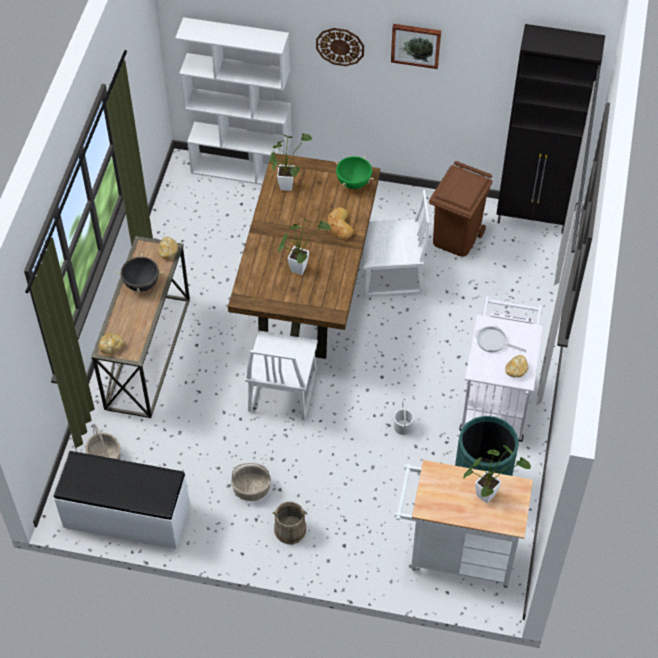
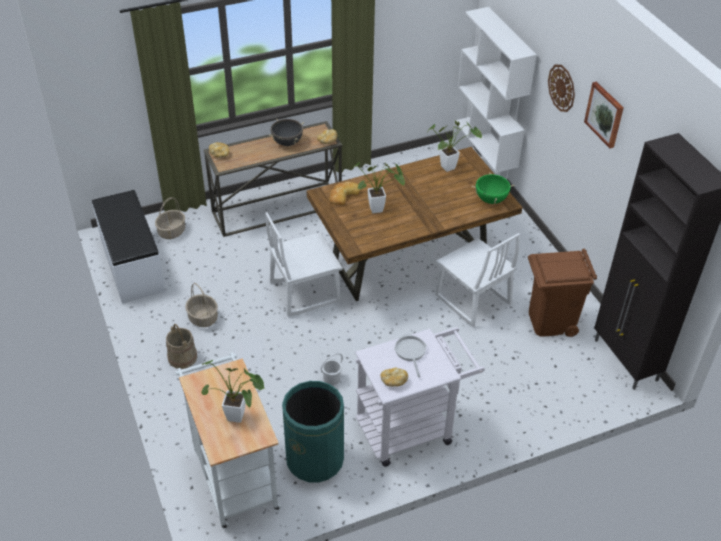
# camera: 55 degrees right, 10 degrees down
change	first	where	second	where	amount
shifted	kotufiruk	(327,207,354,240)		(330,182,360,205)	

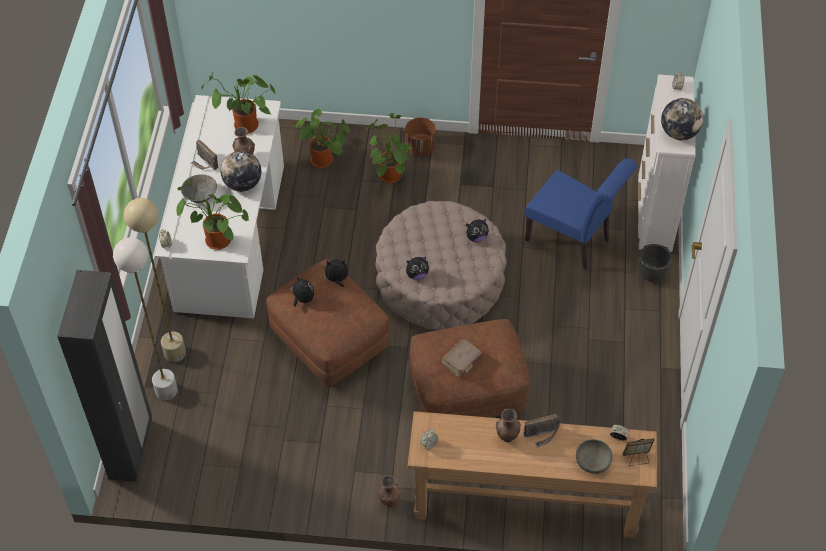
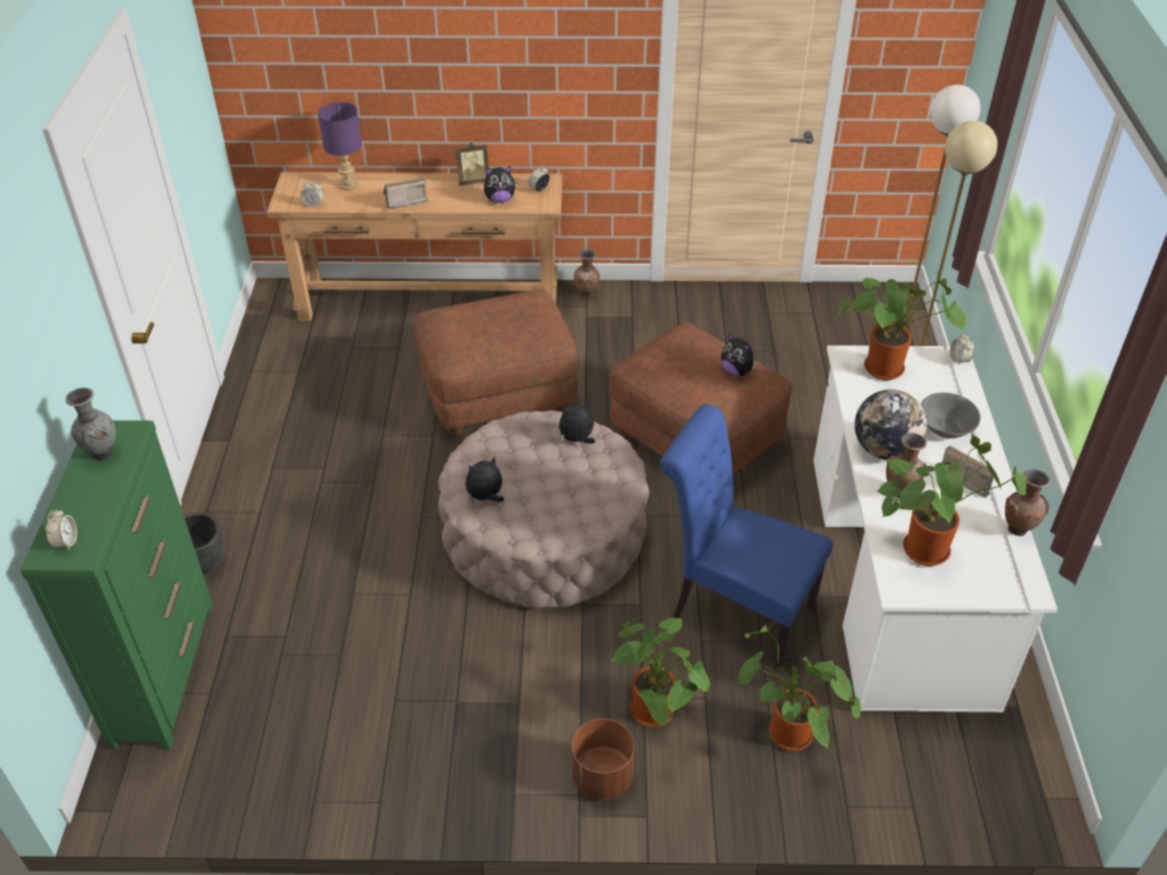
# camera: 175 degrees right, 10 degrees down
change	first	where	second	where	amount
repainted	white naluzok	(638,75,696,252)	green naluzok	(21,420,213,750)	
swapped	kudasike	(661,98,703,140)	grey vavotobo	(65,388,116,460)	
swapped	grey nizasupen	(576,439,612,474)	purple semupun	(318,102,362,190)	
shifted	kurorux	(623,438,655,466)		(455,143,489,186)	
shifted	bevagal	(323,259,348,287)		(484,166,516,203)	
shifted	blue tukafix	(525,158,637,270)		(660,404,833,668)	
shifted	brown vavotobo	(496,409,521,442)		(1005,469,1050,536)	
gone	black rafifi	(57,270,152,482)			
gone	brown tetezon	(442,339,483,377)			

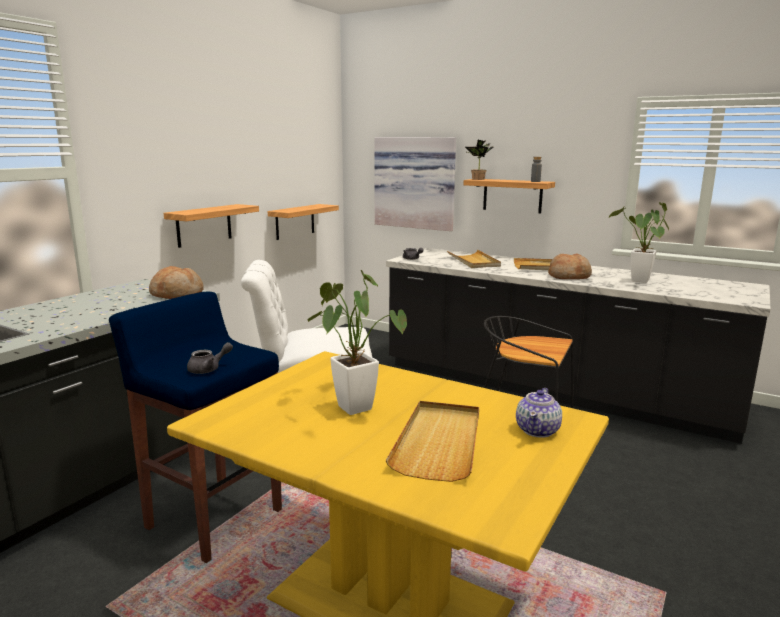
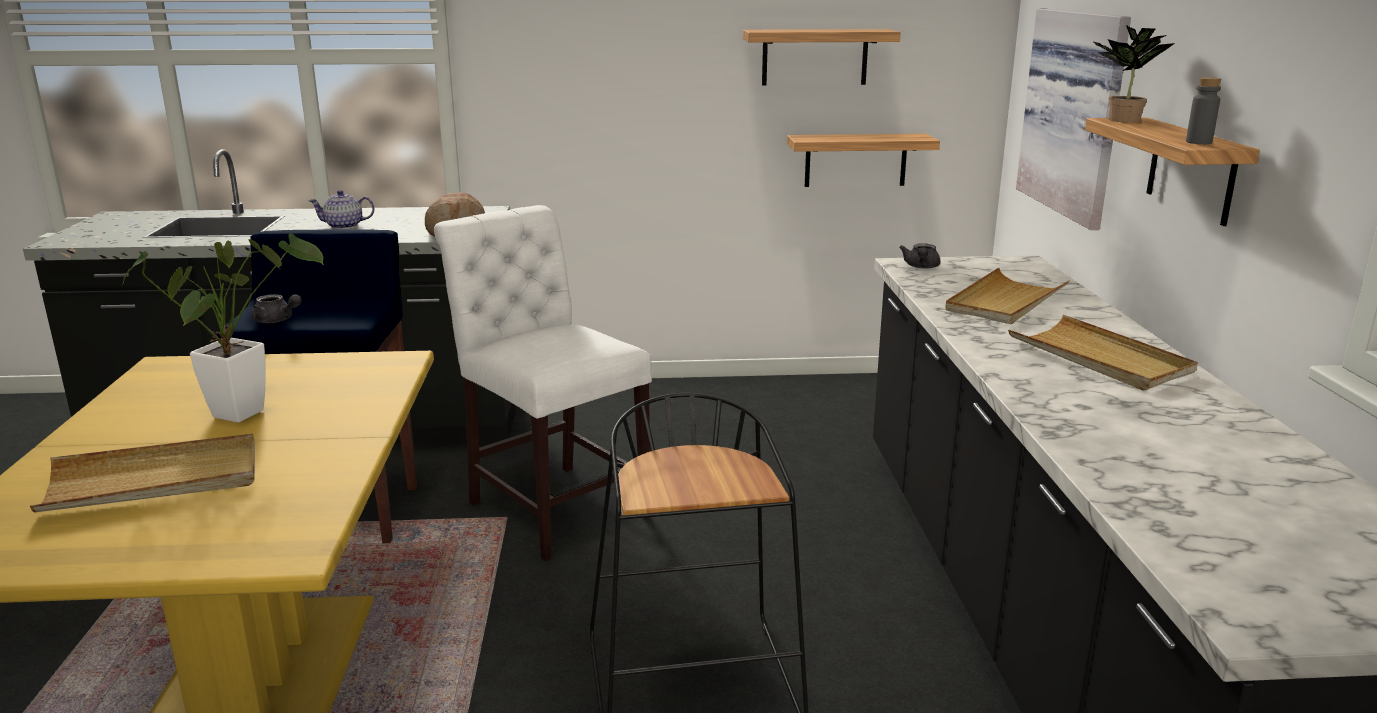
# camera: 55 degrees right, 5 degrees up
change	first	where	second	where	amount
shifted	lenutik	(516,388,562,438)		(309,190,375,229)	
shifted	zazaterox	(164,204,259,248)		(743,29,901,86)	
gone	kotufiruk	(548,254,592,279)			
gone	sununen	(608,202,669,283)			

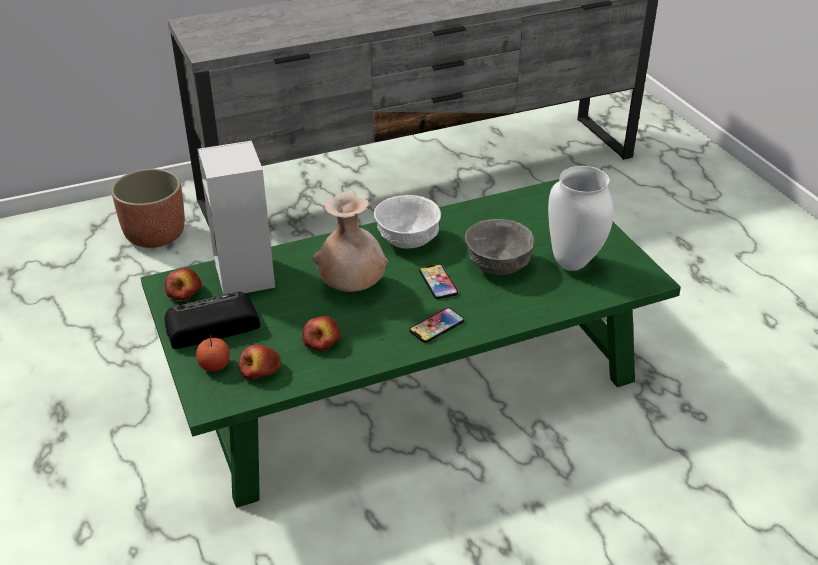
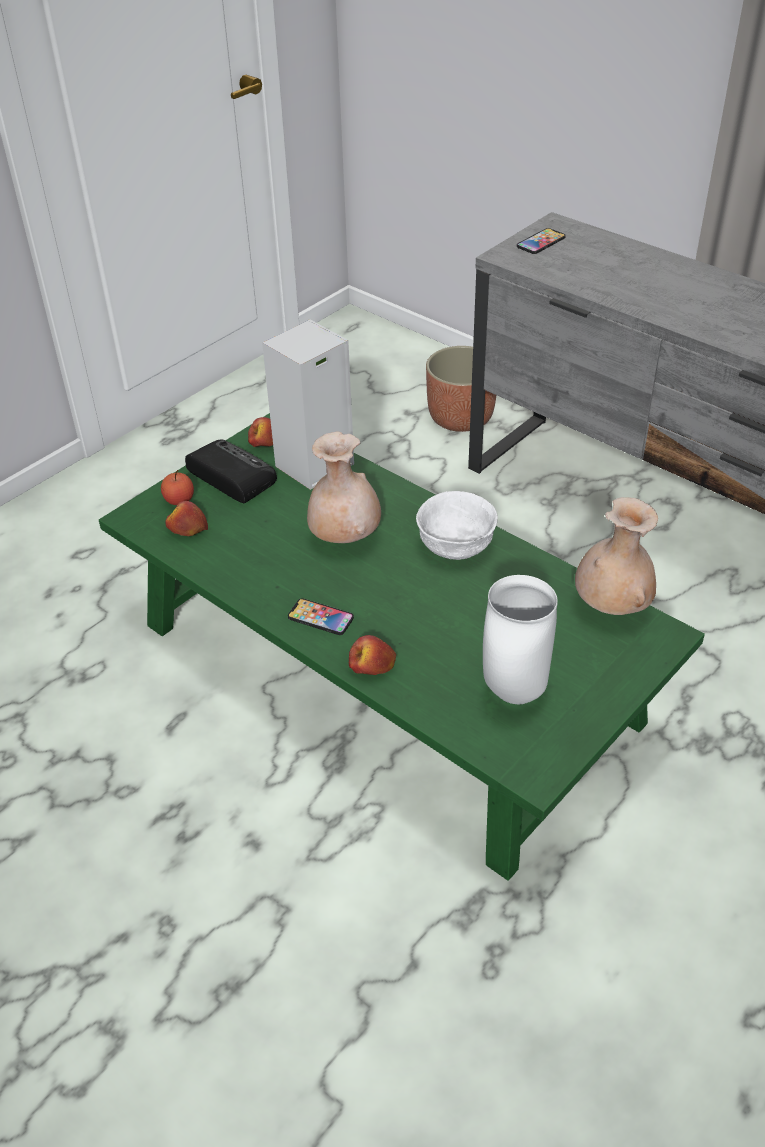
# camera: 65 degrees right, 5 degrees up
change	first	where	second	where	amount
shifted	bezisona	(302,316,341,351)		(349,635,396,675)	
shifted	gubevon	(419,264,458,299)		(517,228,566,254)	
new			beige vavotobo	(575,497,658,615)	
gone	grey nizasupen	(465,219,535,275)			

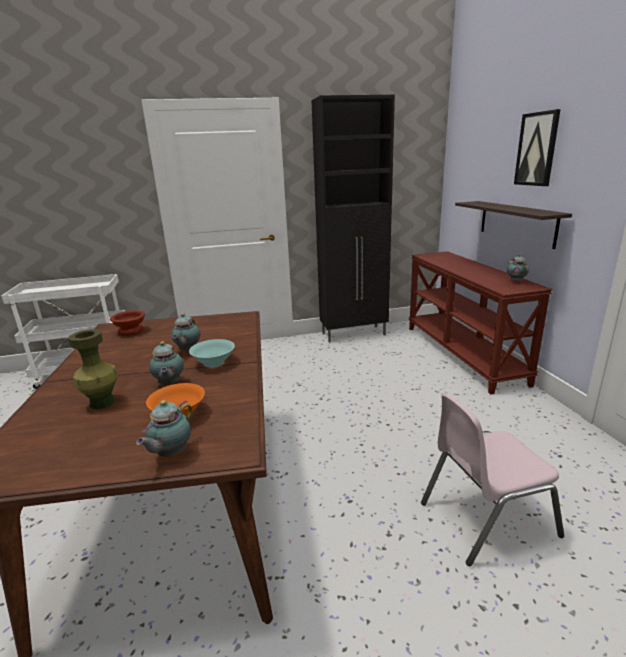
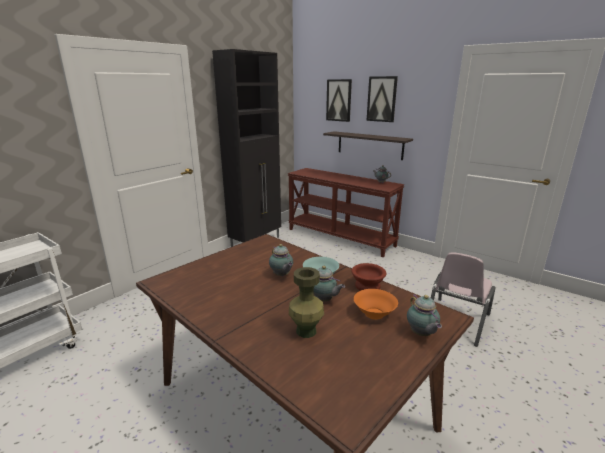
# camera: 40 degrees left, 0 degrees up
change	first	where	second	where	amount
new			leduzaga	(326,79,352,122)	
shifted	brown nizasupen	(110,310,145,336)		(352,263,386,291)	

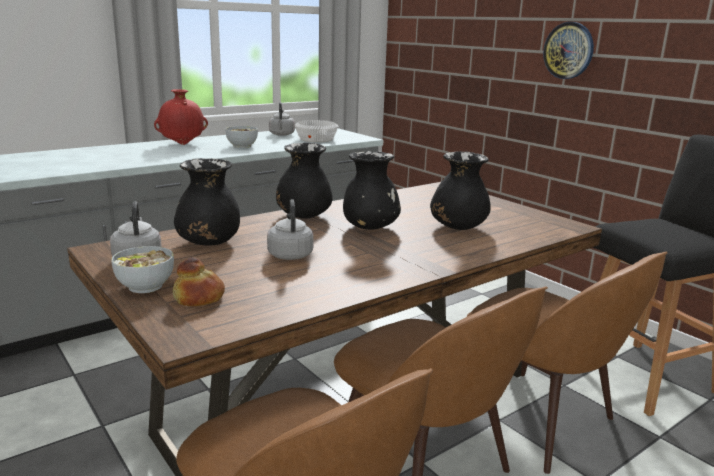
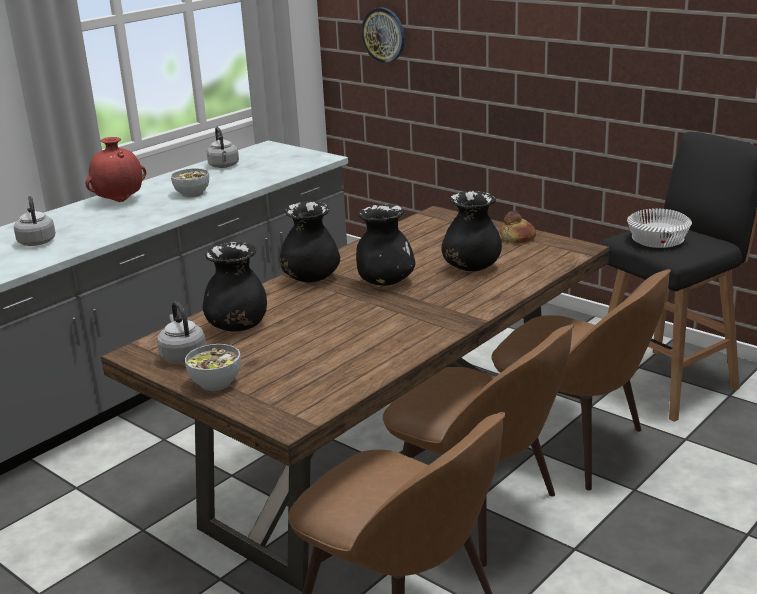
# camera: 10 degrees left, 5 degrees up
change	first	where	second	where	amount
shifted	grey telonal	(267,199,313,260)		(14,196,56,246)	
shifted	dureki	(543,22,594,79)		(361,7,405,63)	
shifted	kotufiruk	(173,257,225,306)		(500,211,536,243)	
shifted	white nizasupen	(295,120,338,142)		(627,208,692,248)	

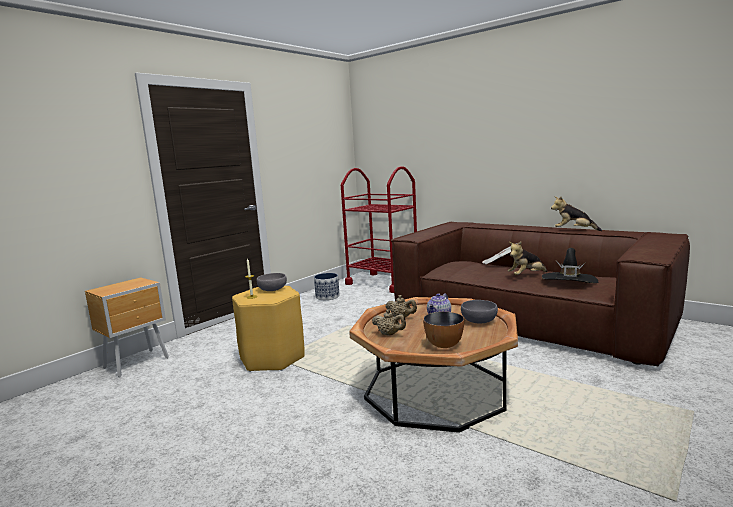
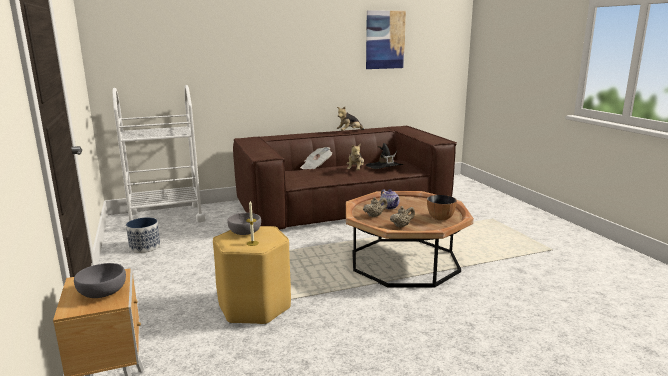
# camera: 60 degrees left, 5 degrees up
change	first	where	second	where	amount
shifted	grey nizasupen	(461,300,498,323)		(74,263,126,298)	
repainted	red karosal	(341,166,417,293)	white karosal	(113,85,205,222)	
new			leduzaga	(366,10,406,69)	

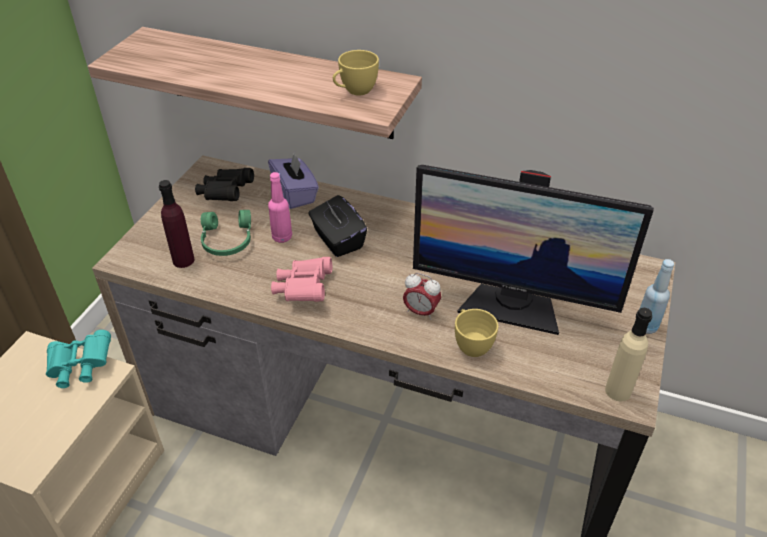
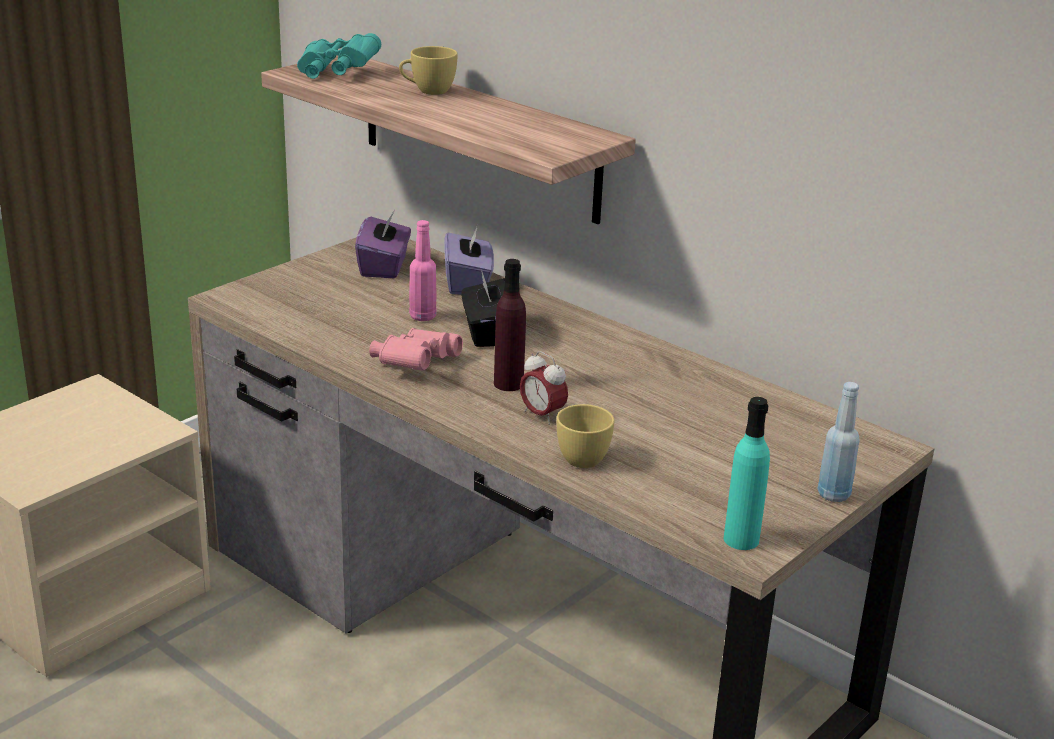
# camera: 20 degrees right, 15 degrees down
change	first	where	second	where	amount
shifted	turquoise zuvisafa	(46,330,111,388)		(297,33,381,79)	
swapped	black zuvisafa	(195,168,254,201)	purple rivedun	(355,210,411,278)	
shifted	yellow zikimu	(333,50,379,95)		(399,46,458,95)	
shifted	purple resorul	(159,180,195,268)		(494,259,526,391)	
repainted	beige resorul	(605,308,652,401)	turquoise resorul	(723,397,770,550)	
gone	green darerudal	(201,210,251,256)			
gone	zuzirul	(413,165,654,335)			

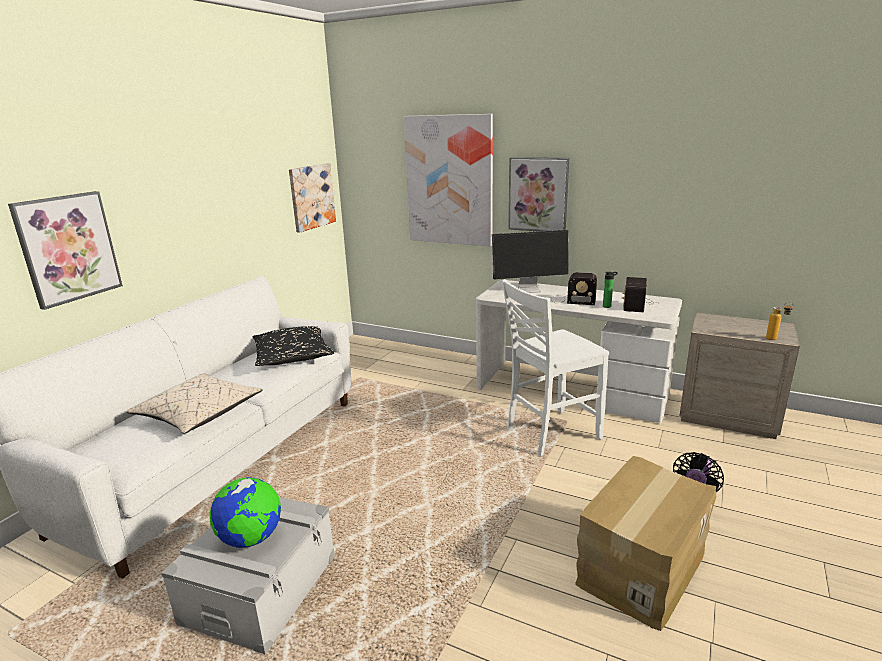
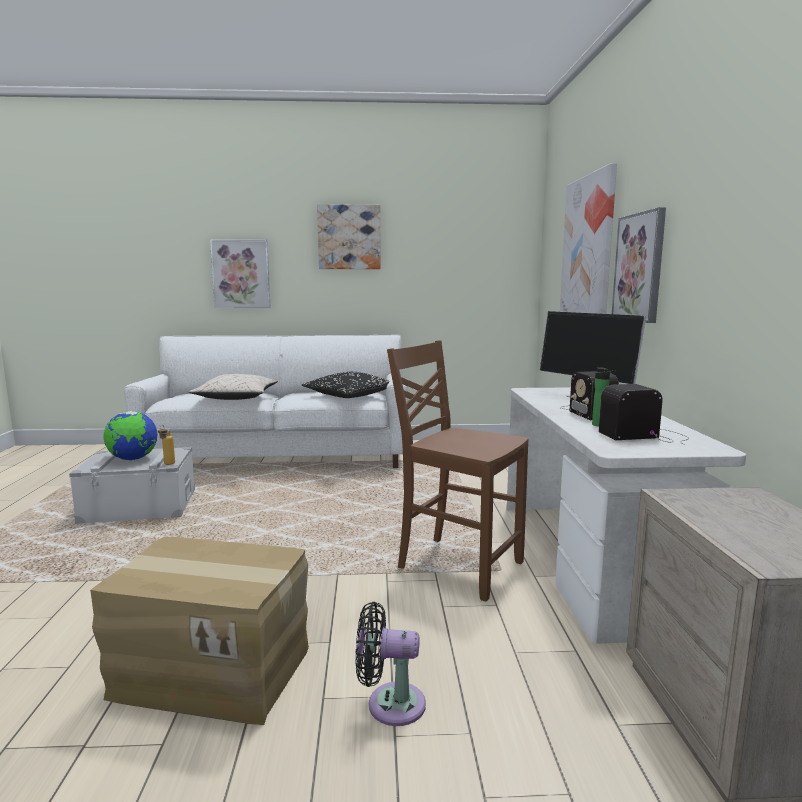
# camera: 60 degrees right, 10 degrees down
change	first	where	second	where	amount
shifted	resorul	(766,302,794,340)		(158,425,175,465)	
shifted	leduzaga	(289,163,336,233)		(317,204,381,269)	
repainted	white tukafix	(502,279,609,456)	brown tukafix	(387,340,529,601)	

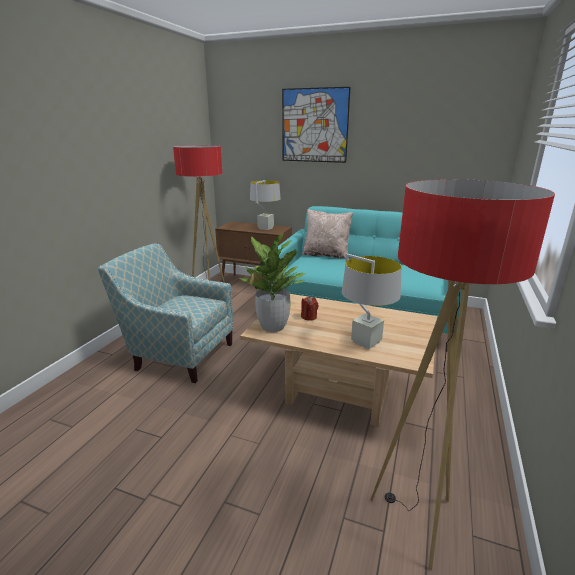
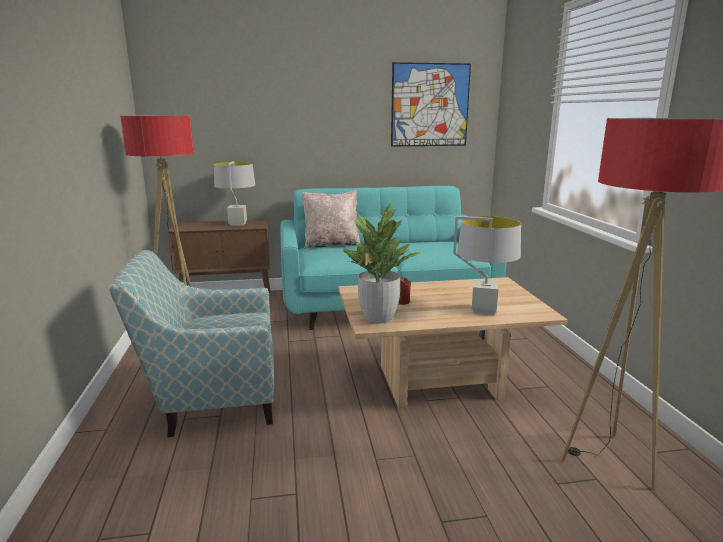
# camera: 30 degrees left, 5 degrees down
change	first	where	second	where	amount
shifted	leduzaga	(282,87,350,163)		(391,62,471,146)	

